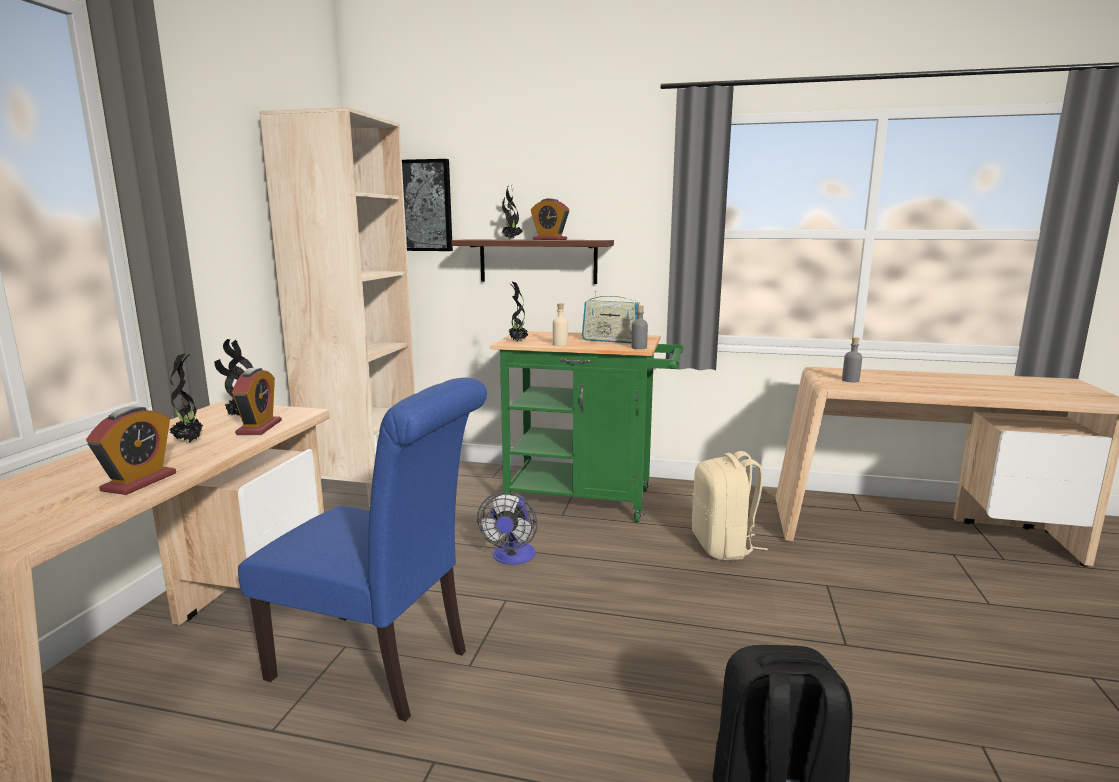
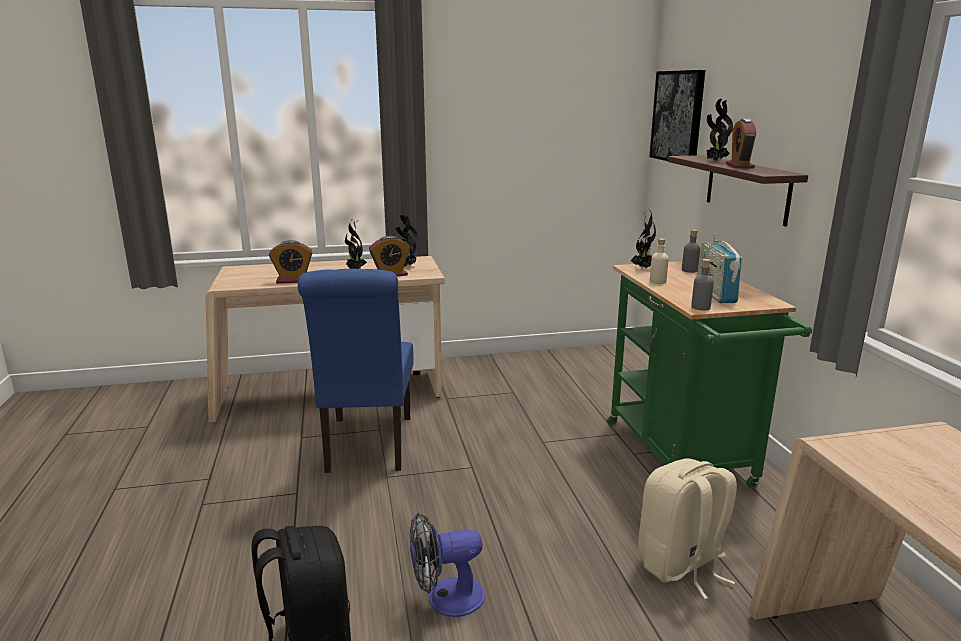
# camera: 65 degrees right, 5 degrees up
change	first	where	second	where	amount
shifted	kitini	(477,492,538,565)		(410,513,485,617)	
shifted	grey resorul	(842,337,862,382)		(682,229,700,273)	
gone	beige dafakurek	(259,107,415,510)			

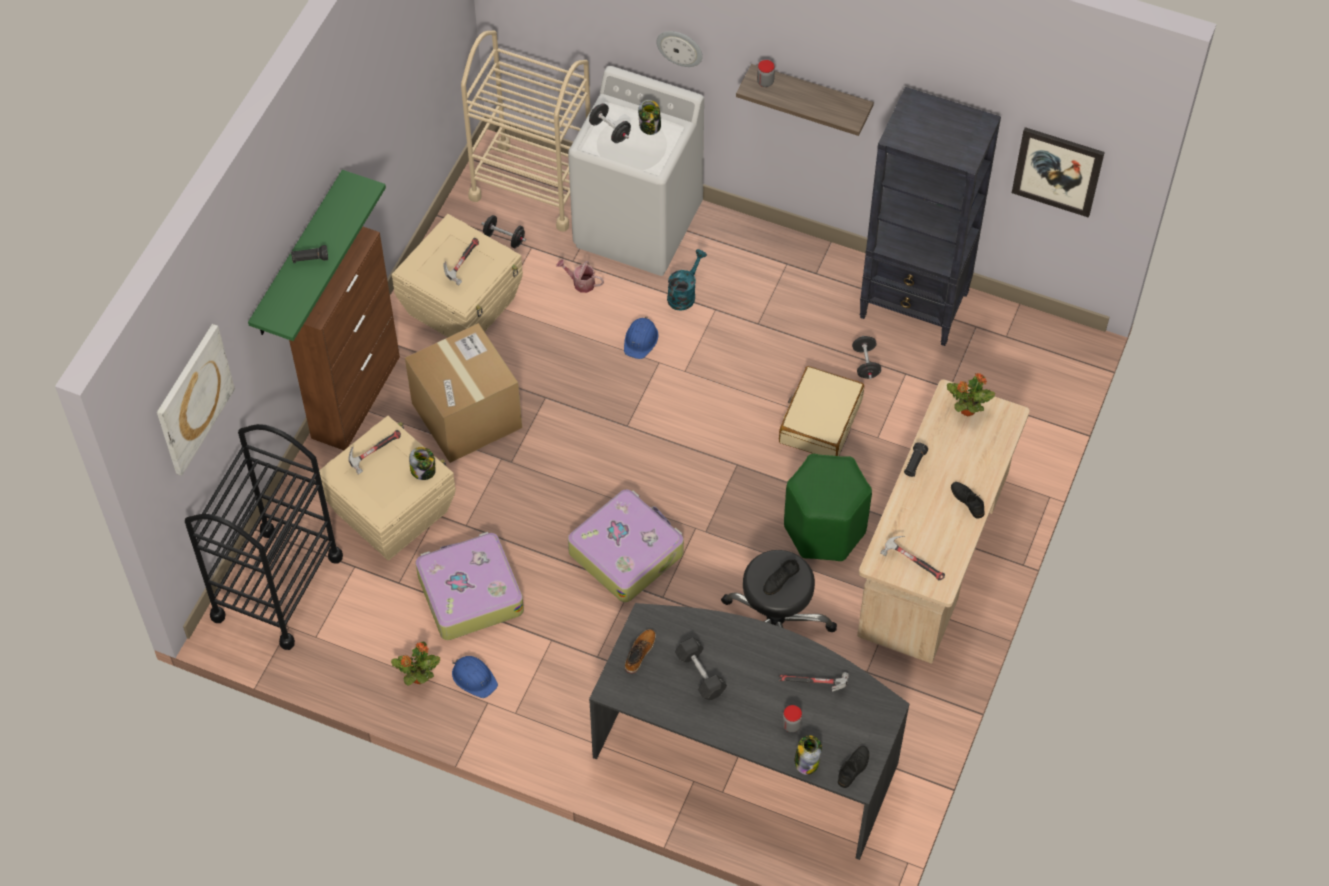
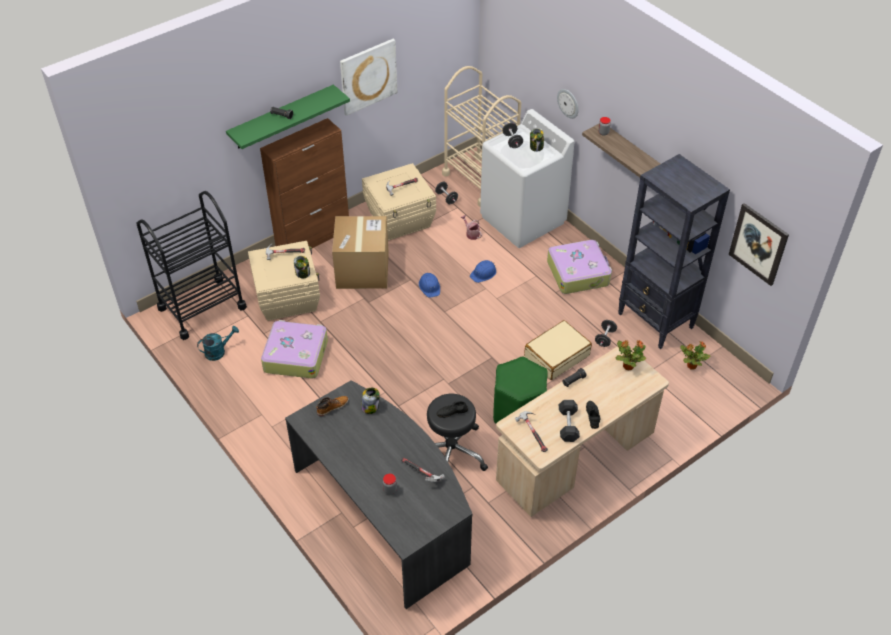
# camera: 30 degrees right, 10 degrees down
change	first	where	second	where	amount
shifted	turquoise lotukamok	(667,249,707,311)		(197,326,239,361)	
shifted	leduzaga	(157,324,235,476)		(340,39,397,116)	
shifted	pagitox	(794,735,822,775)		(362,388,380,414)	
shifted	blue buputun	(452,656,498,698)		(419,273,440,298)	
shifted	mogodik	(568,489,684,603)		(547,240,612,294)	
shifted	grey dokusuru	(675,638,727,700)		(559,400,580,442)	
shifted	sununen	(391,641,440,686)		(680,341,710,370)	
gone	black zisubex	(838,746,869,788)			

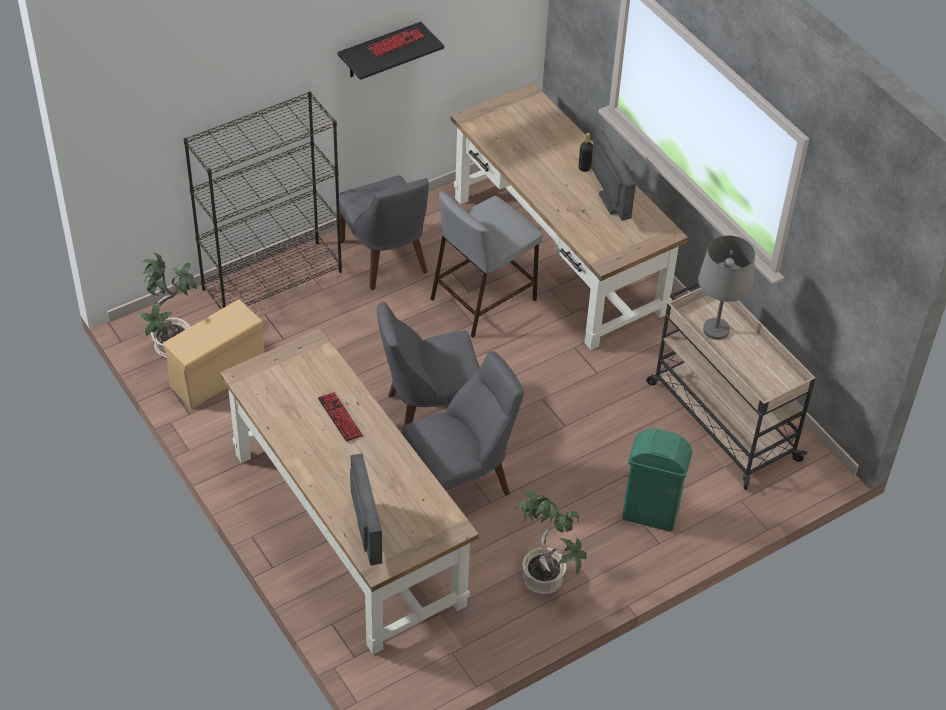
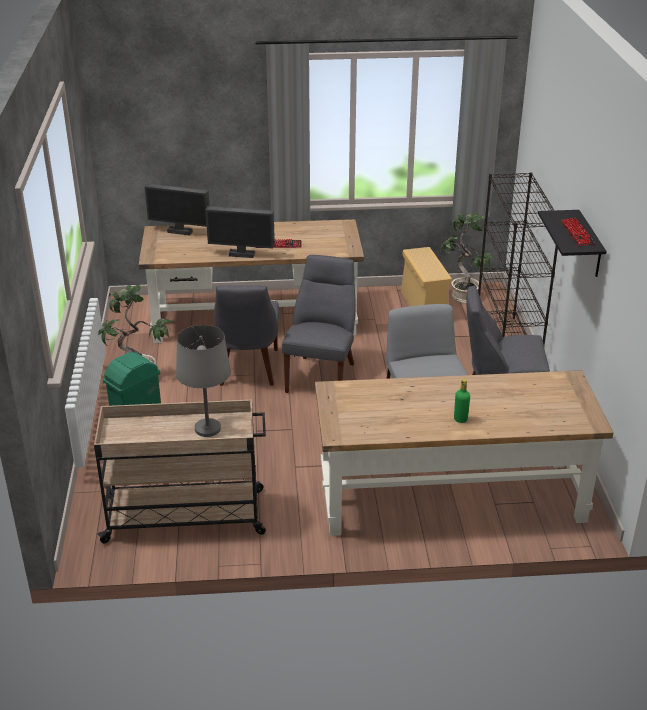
# camera: 120 degrees right, 15 degrees down
change	first	where	second	where	amount
shifted	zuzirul	(591,131,636,221)		(206,206,275,258)	
repainted	black resorul	(579,133,593,172)	green resorul	(454,379,470,423)	

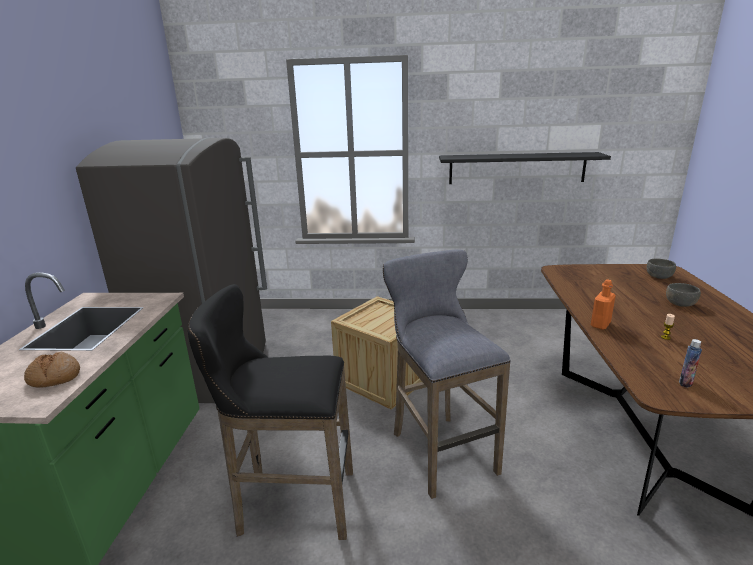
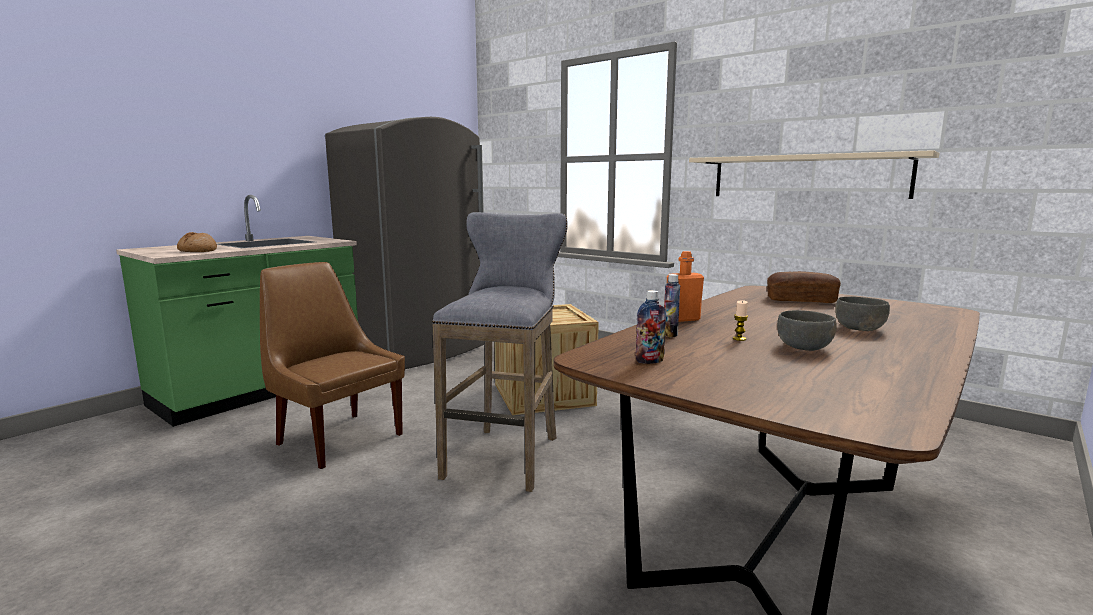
# camera: 35 degrees right, 10 degrees down
change	first	where	second	where	amount
swapped	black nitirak	(188,284,353,540)	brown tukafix	(260,262,405,469)	
new			resorul	(664,274,680,337)	
repainted	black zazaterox	(439,152,611,184)	beige zazaterox	(689,150,940,199)	
new			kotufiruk	(767,271,841,303)	
shifted	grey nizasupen	(647,258,676,279)		(777,310,837,351)	

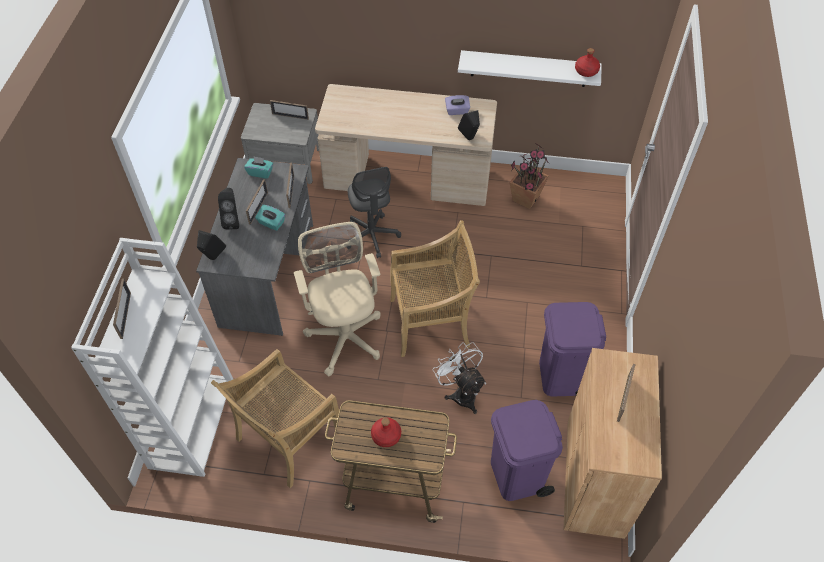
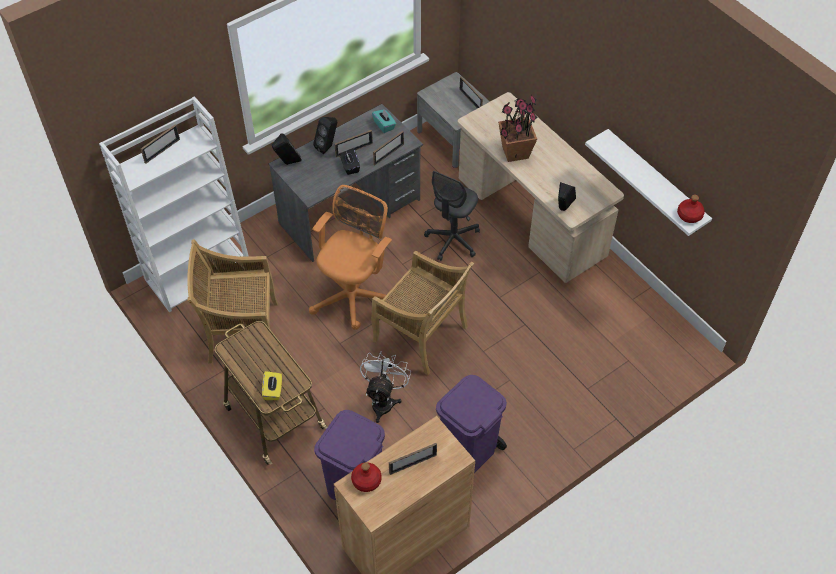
# camera: 45 degrees right, 0 degrees up
change	first	where	second	where	amount
new			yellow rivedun	(262,371,282,400)	
repainted	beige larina	(294,222,381,377)	orange larina	(309,185,392,330)	
repainted	turquoise rivedun	(255,205,285,231)	black rivedun	(340,148,360,175)	
shifted	red resorul	(371,417,401,447)		(351,462,382,492)	
shifted	sununen	(510,144,549,209)		(498,94,538,162)	
gone	purple rivedun	(445,95,470,115)			

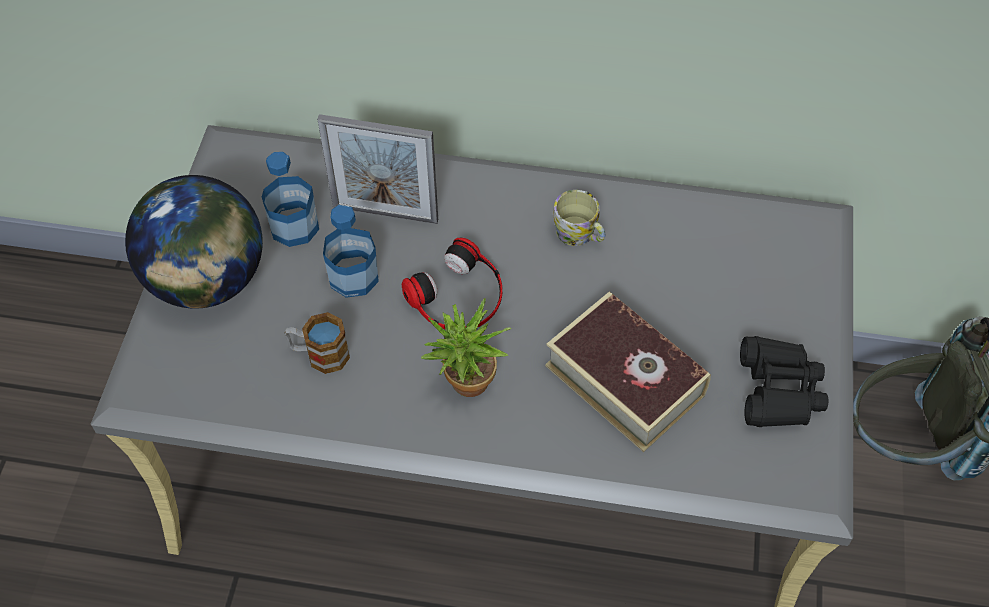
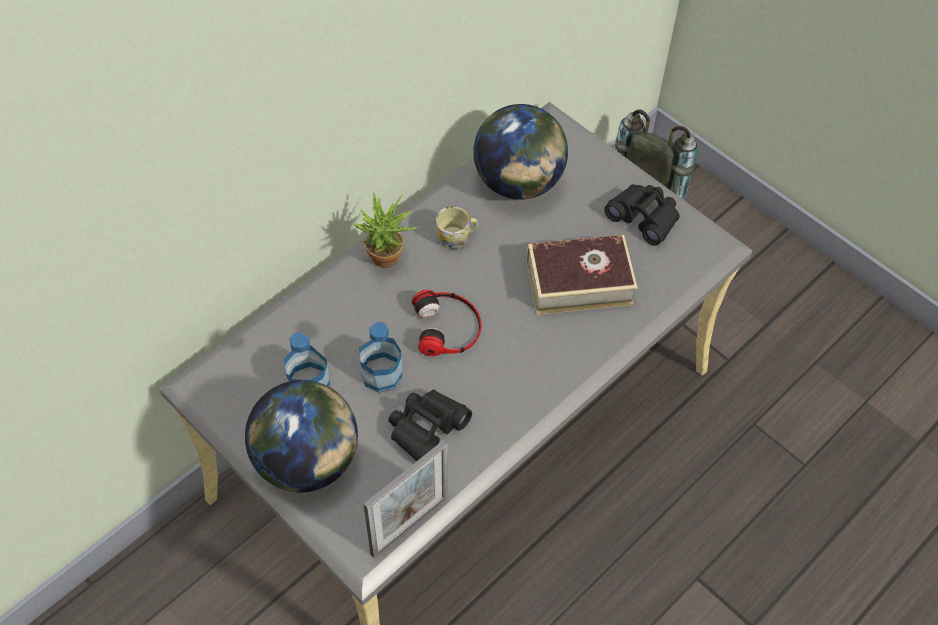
# camera: 55 degrees left, 0 degrees up
change	first	where	second	where	amount
shifted	sununen	(421,298,511,397)		(354,192,417,268)	
shifted	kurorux	(317,114,438,224)		(364,440,447,557)	
swapped	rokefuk	(284,312,350,374)	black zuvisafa	(388,390,472,462)	
new			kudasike	(473,104,568,200)	

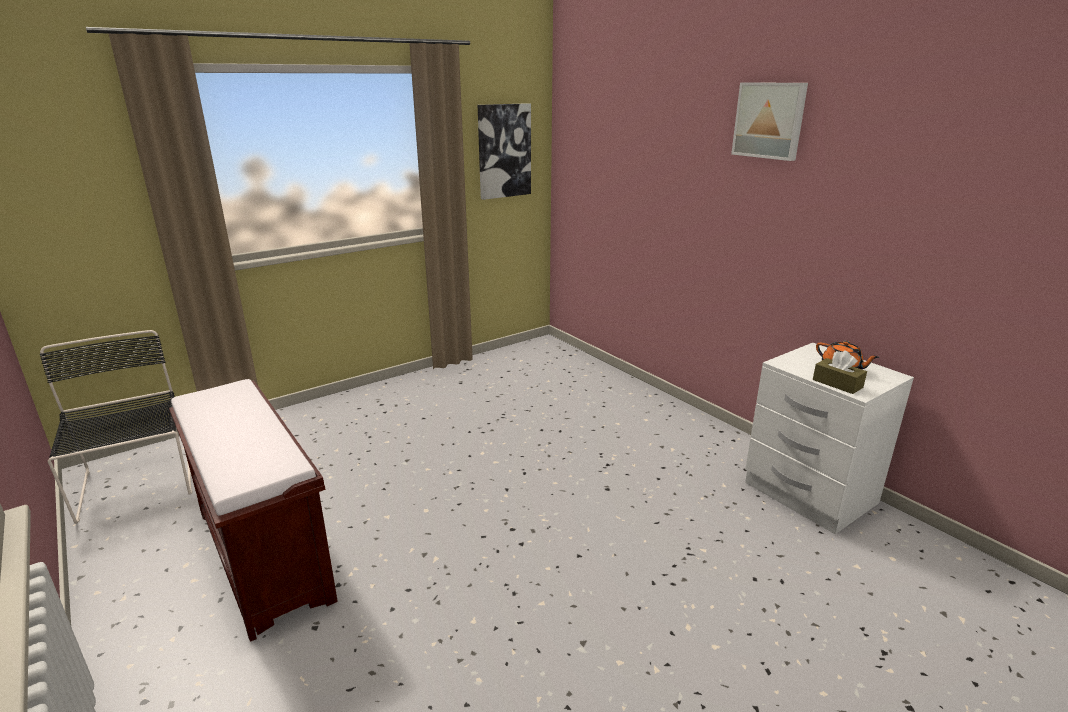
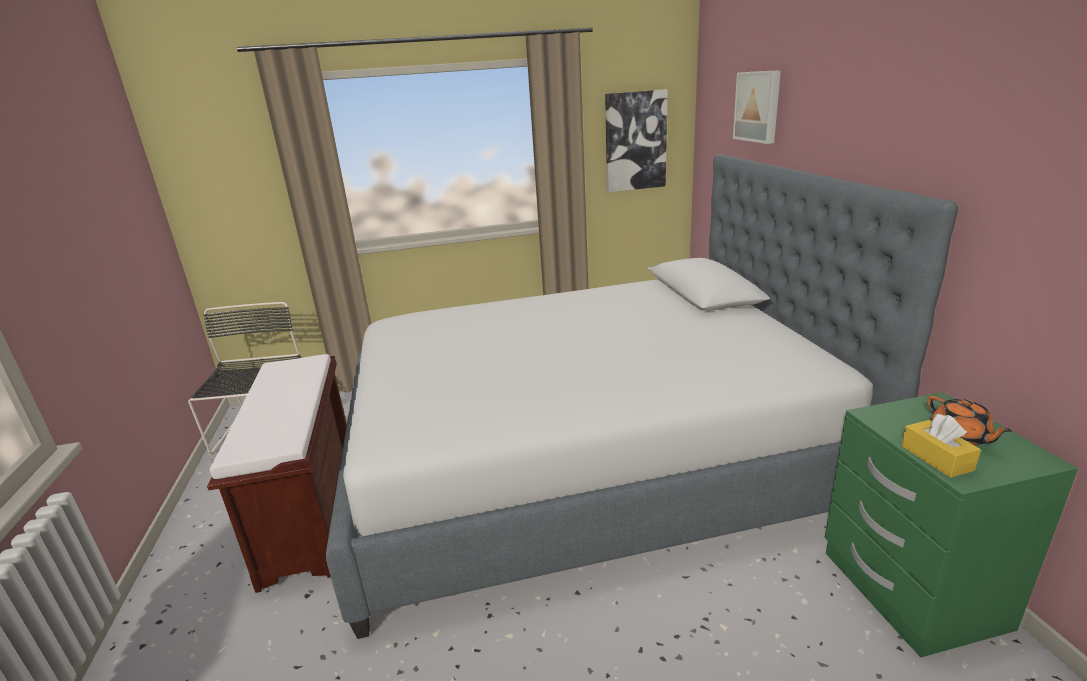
# camera: 25 degrees right, 0 degrees up
change	first	where	second	where	amount
new			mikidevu	(326,154,958,639)	
shifted	leduzaga	(731,82,808,161)		(733,70,781,144)	
repainted	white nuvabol	(745,343,914,534)	green nuvabol	(825,392,1078,658)	
repainted	brown rivedun	(813,351,867,394)	yellow rivedun	(901,414,981,478)	

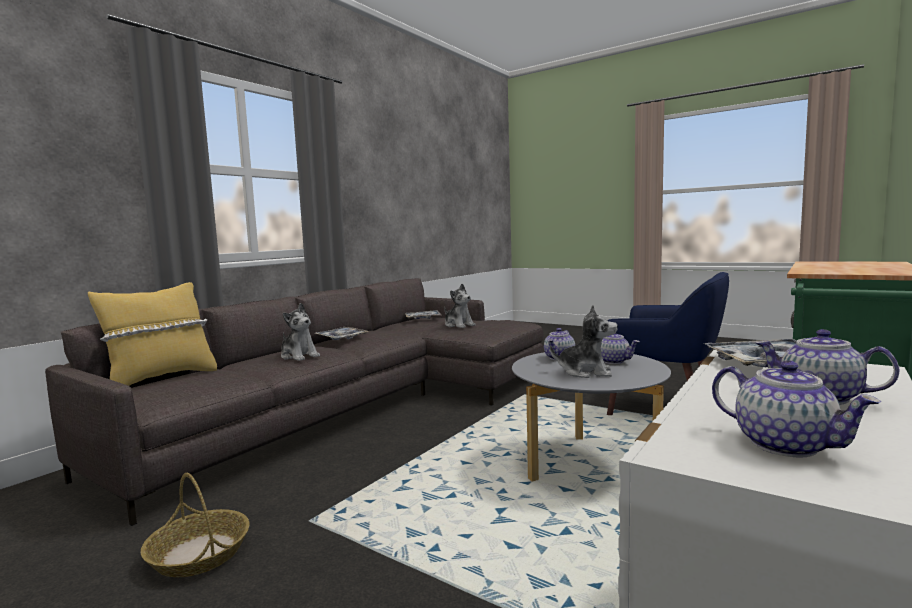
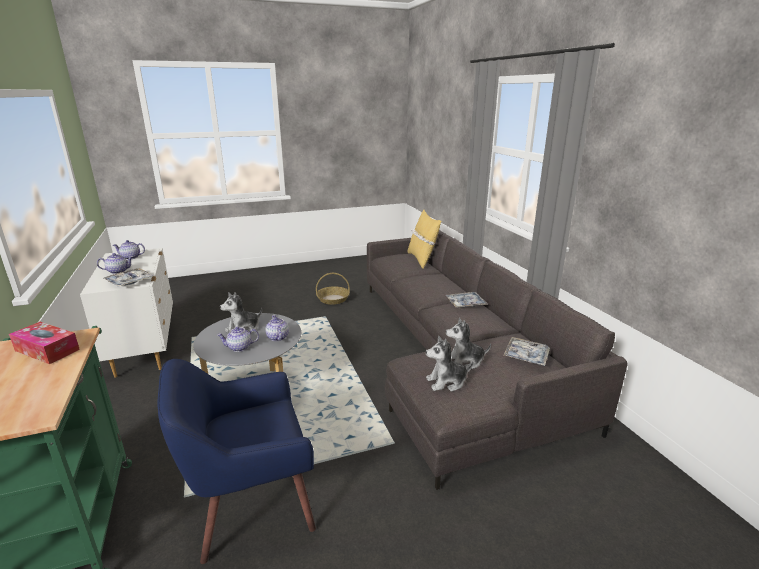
# camera: 125 degrees right, 15 degrees up
change	first	where	second	where	amount
new			rivedun	(9,322,80,364)	
shifted	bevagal	(281,303,320,361)		(426,336,474,392)	

